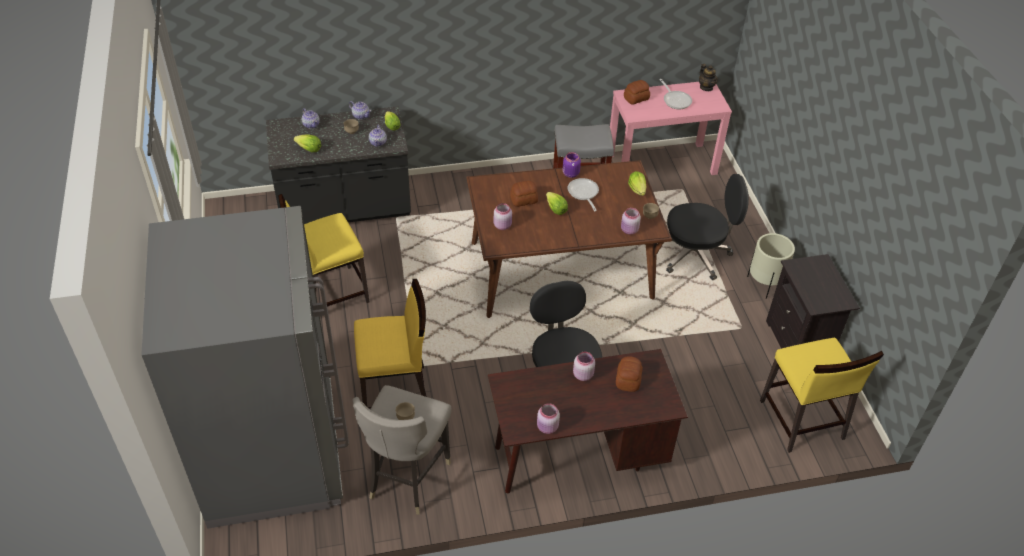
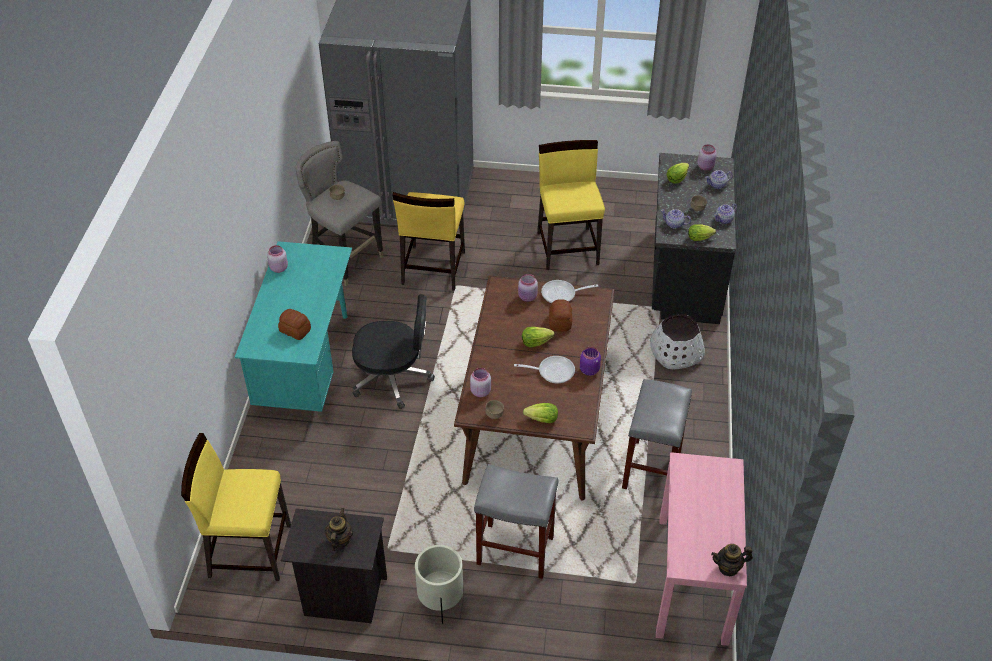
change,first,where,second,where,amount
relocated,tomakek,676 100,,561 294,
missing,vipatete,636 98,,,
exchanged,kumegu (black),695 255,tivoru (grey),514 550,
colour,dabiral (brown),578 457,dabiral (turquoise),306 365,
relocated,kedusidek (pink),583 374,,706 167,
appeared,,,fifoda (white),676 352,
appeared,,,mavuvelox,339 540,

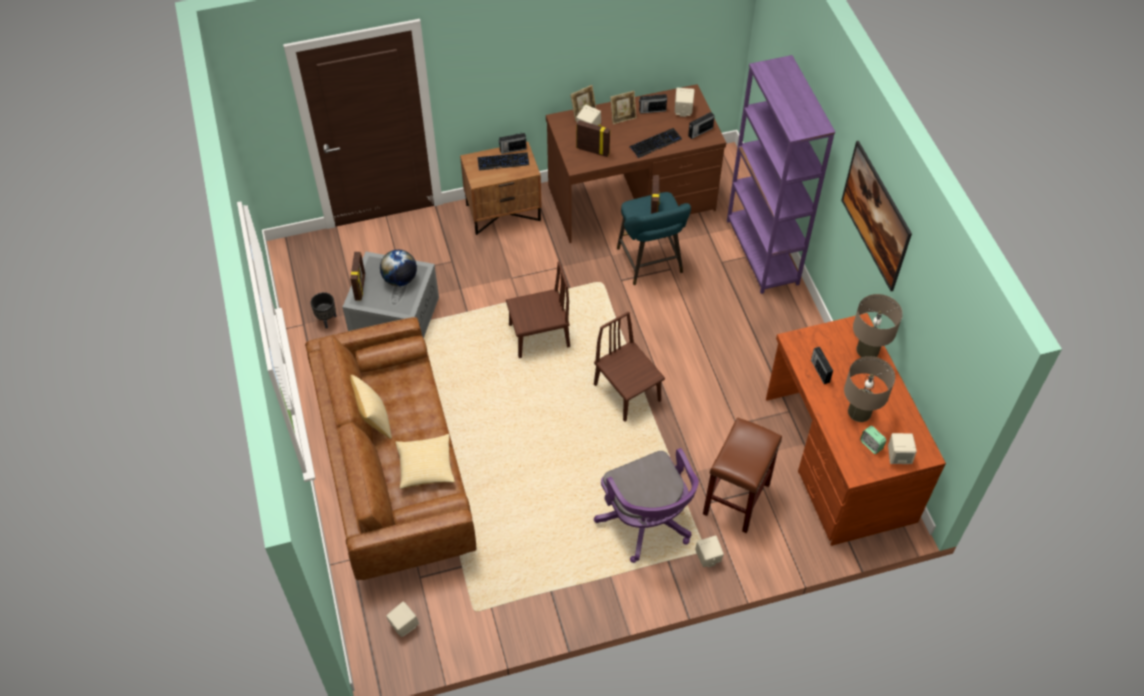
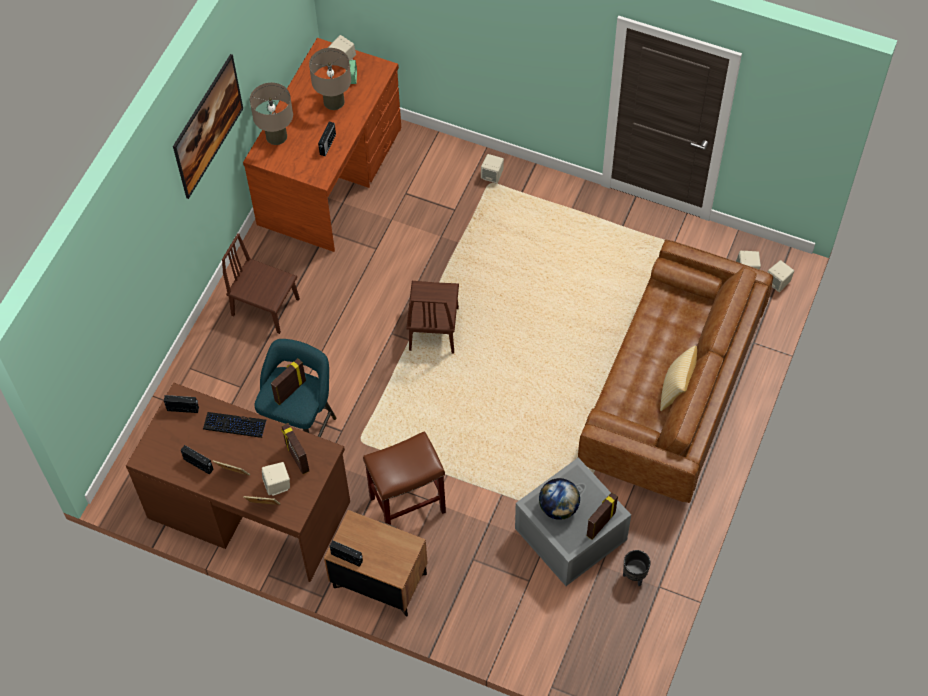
change,first,where,second,where,amount
missing,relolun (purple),762 252,,,
relocated,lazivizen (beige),683 110,,777 283,
missing,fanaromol,503 162,,,
relocated,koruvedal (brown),539 336,,265 307,
relocated,tivoru (brown),736 498,,406 505,
missing,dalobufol,425 467,,,
missing,kumegu (purple),647 523,,,

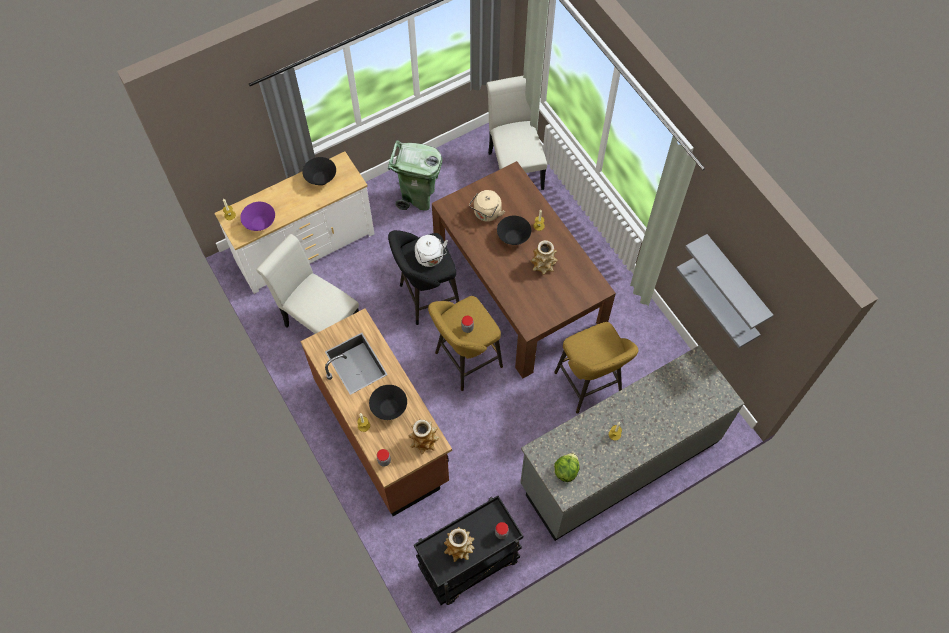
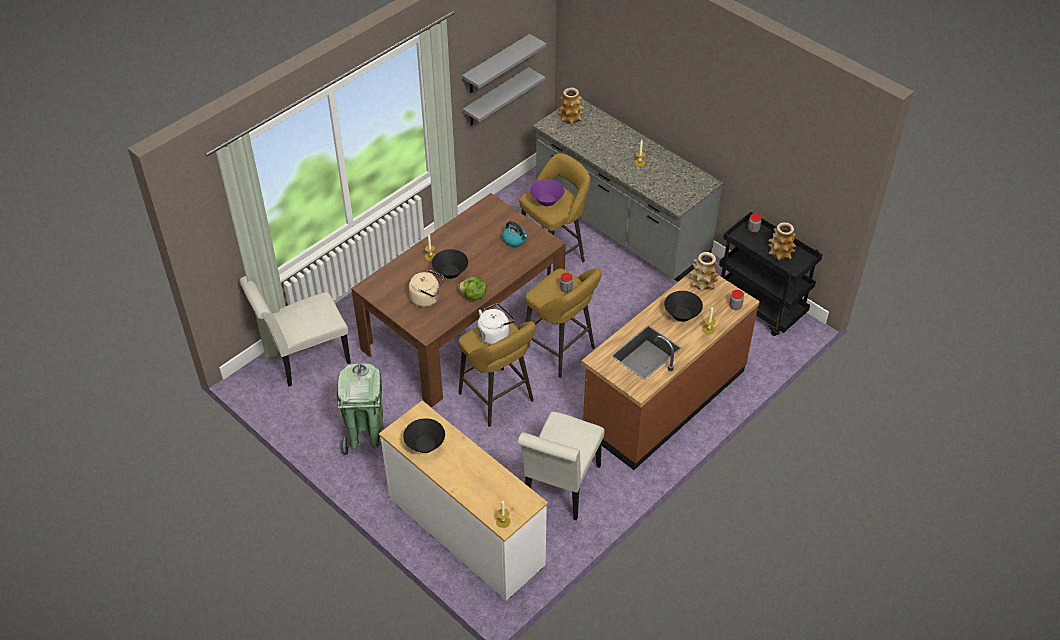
change,first,where,second,where,amount
relocated,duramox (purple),260 223,,547 201,
colour,tivoru (black),426 298,tivoru (yellow),498 400,
relocated,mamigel,543 265,,571 118,
relocated,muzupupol,566 471,,473 296,
appeared,,,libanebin,515 240,

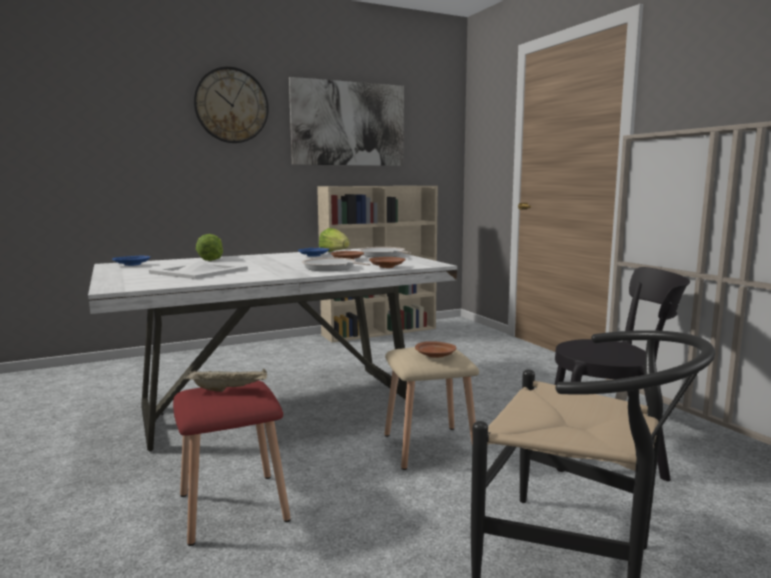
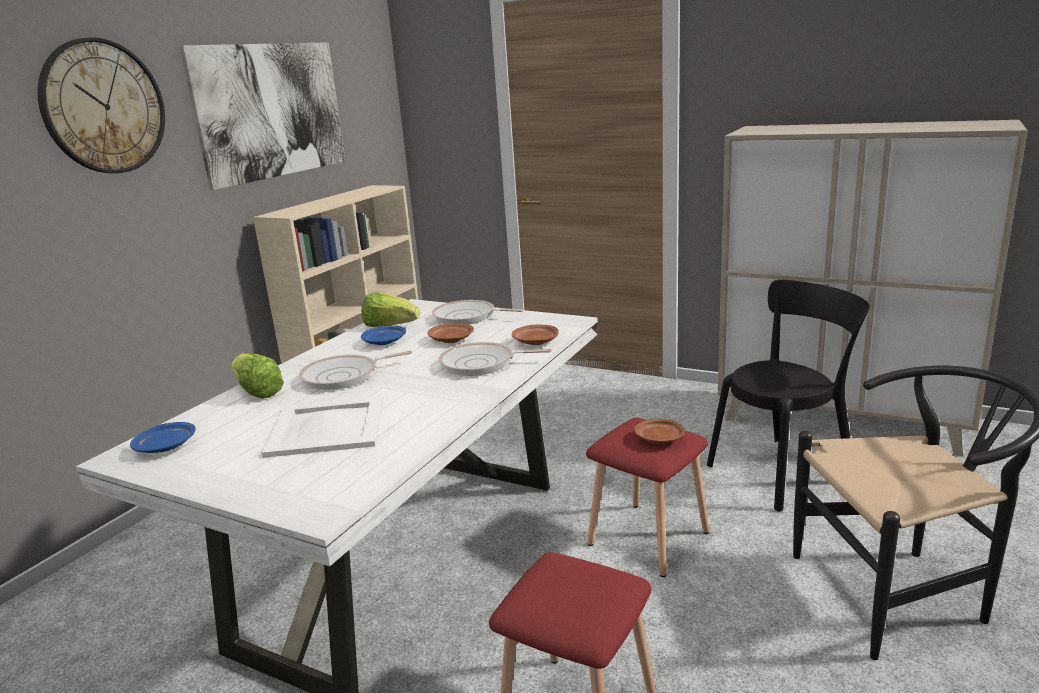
change,first,where,second,where,amount
colour,tivoru (beige),428 447,tivoru (red),648 539,
missing,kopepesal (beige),229 389,,,
appeared,,,tomakek,344 376,

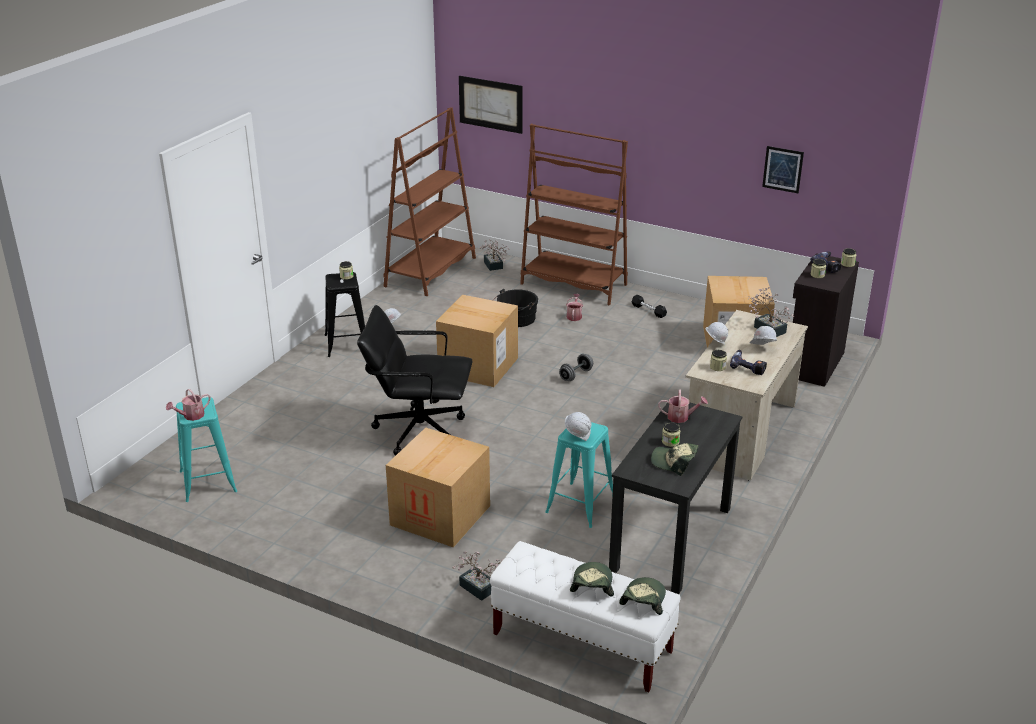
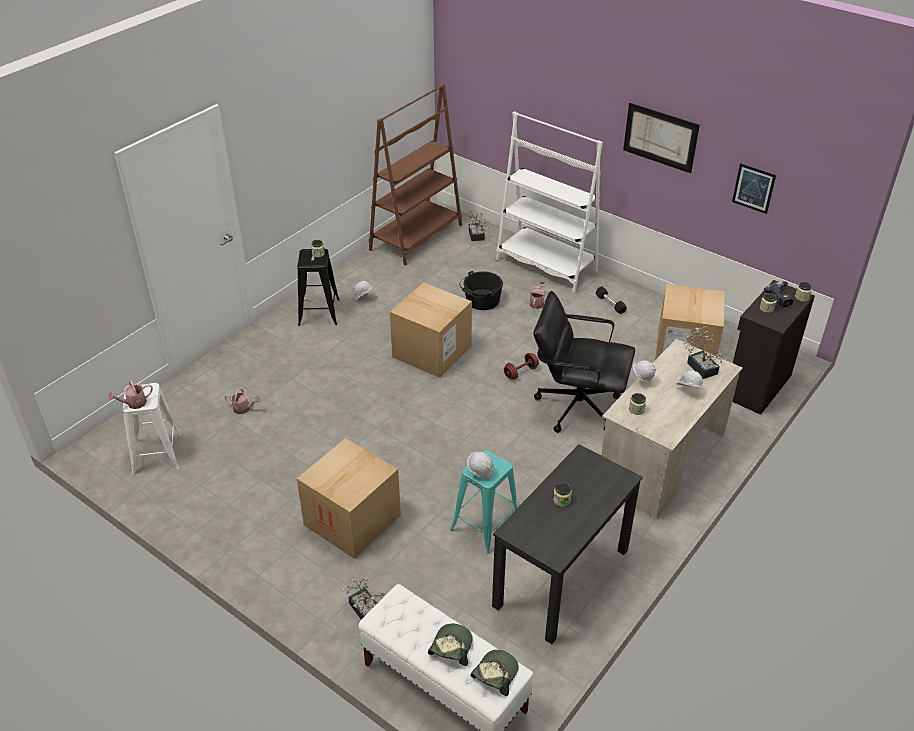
change,first,where,second,where,amount
relocated,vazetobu,490 104,,660 137,
colour,relolun (brown),573 284,relolun (white),546 265,
relocated,kumegu (black),419 430,,577 406,
missing,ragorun,748 367,,,
colour,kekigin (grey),576 375,kekigin (red),520 372,
relocated,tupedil,681 417,,244 409,
colour,tivoru (turquoise),208 481,tivoru (white),157 454,
missing,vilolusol,674 462,,,

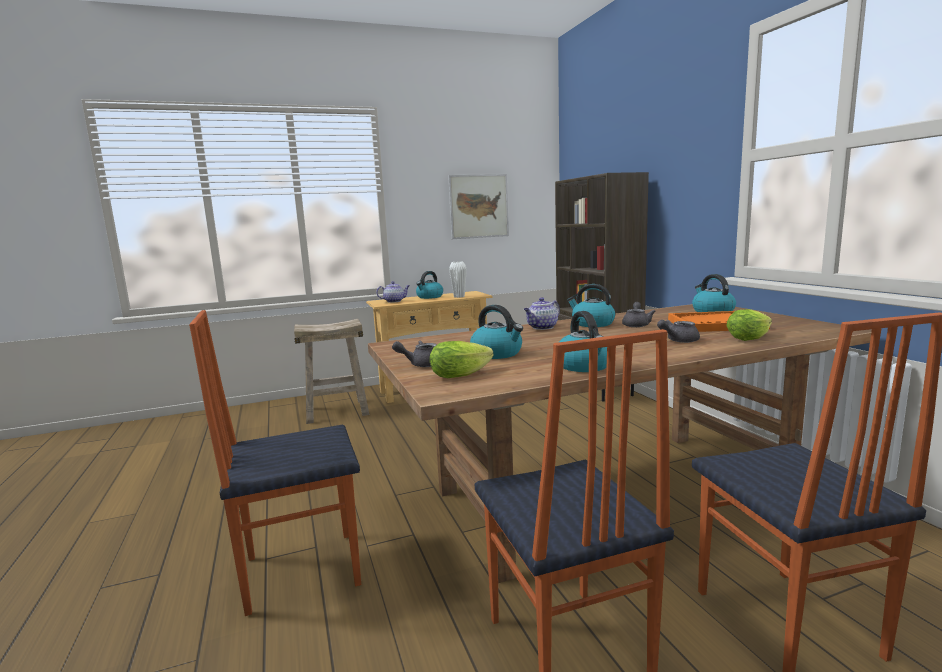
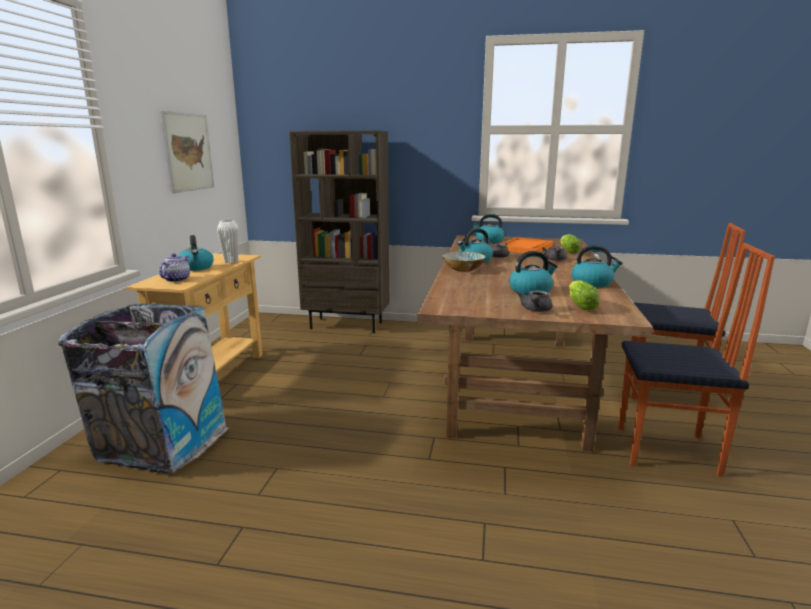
change,first,where,second,where,amount
exchanged,mavuvelox,542 327,duramox,463 269,
missing,koruvedal,301 570,,,
exchanged,tivoru (beige),337 411,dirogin,160 445,

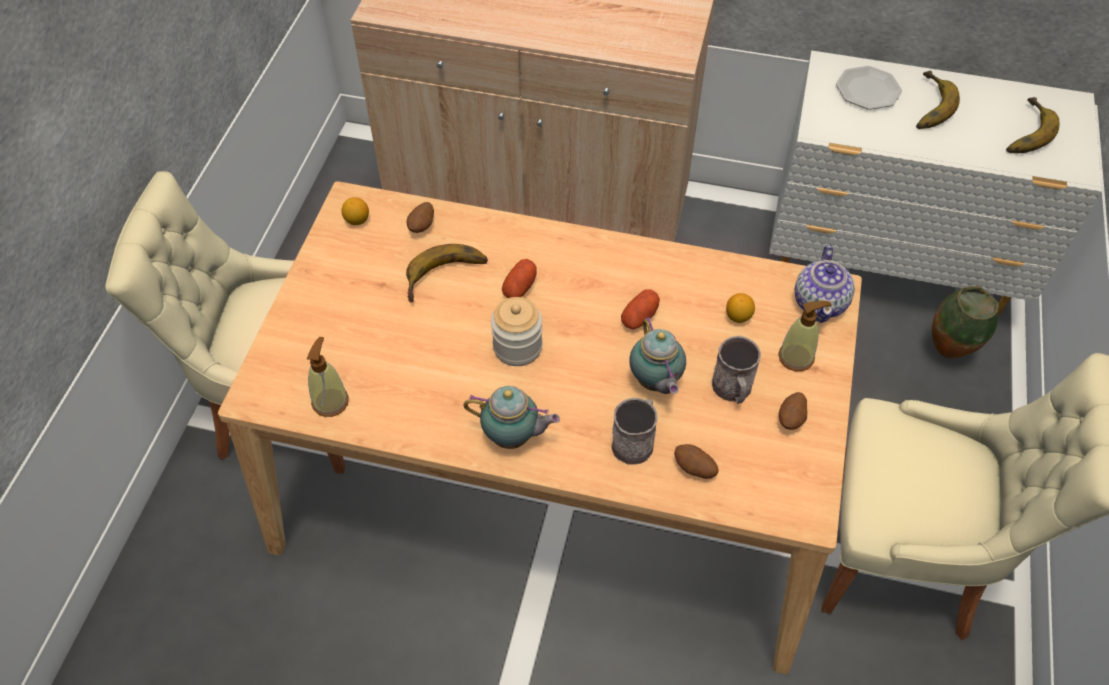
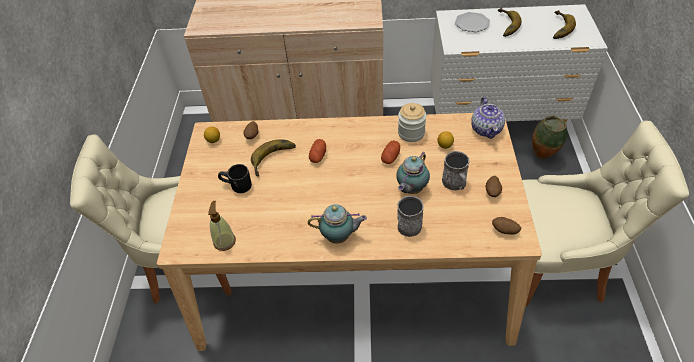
change,first,where,second,where,amount
relocated,kedusidek,517 347,,411 133,
missing,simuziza,796 357,,,
spun,mavuvelox,655 383,,411 189,60 degrees clockwise
relocated,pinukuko,694 469,,504 231,
appeared,,,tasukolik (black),237 187,

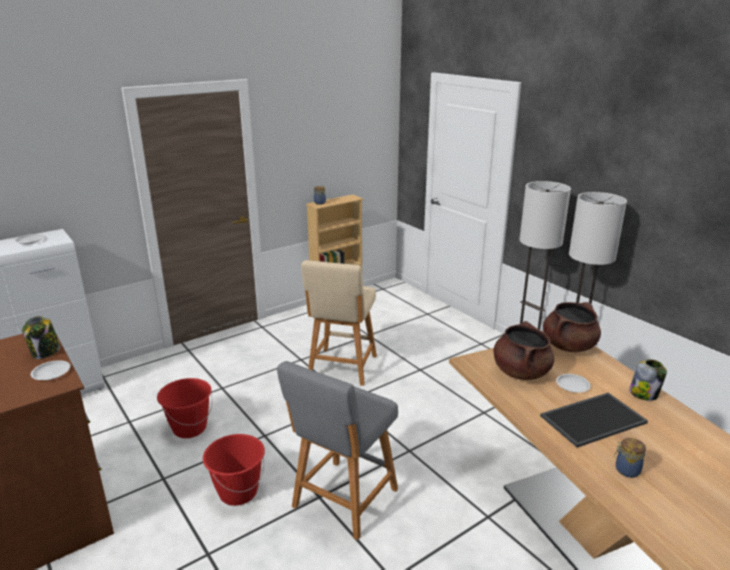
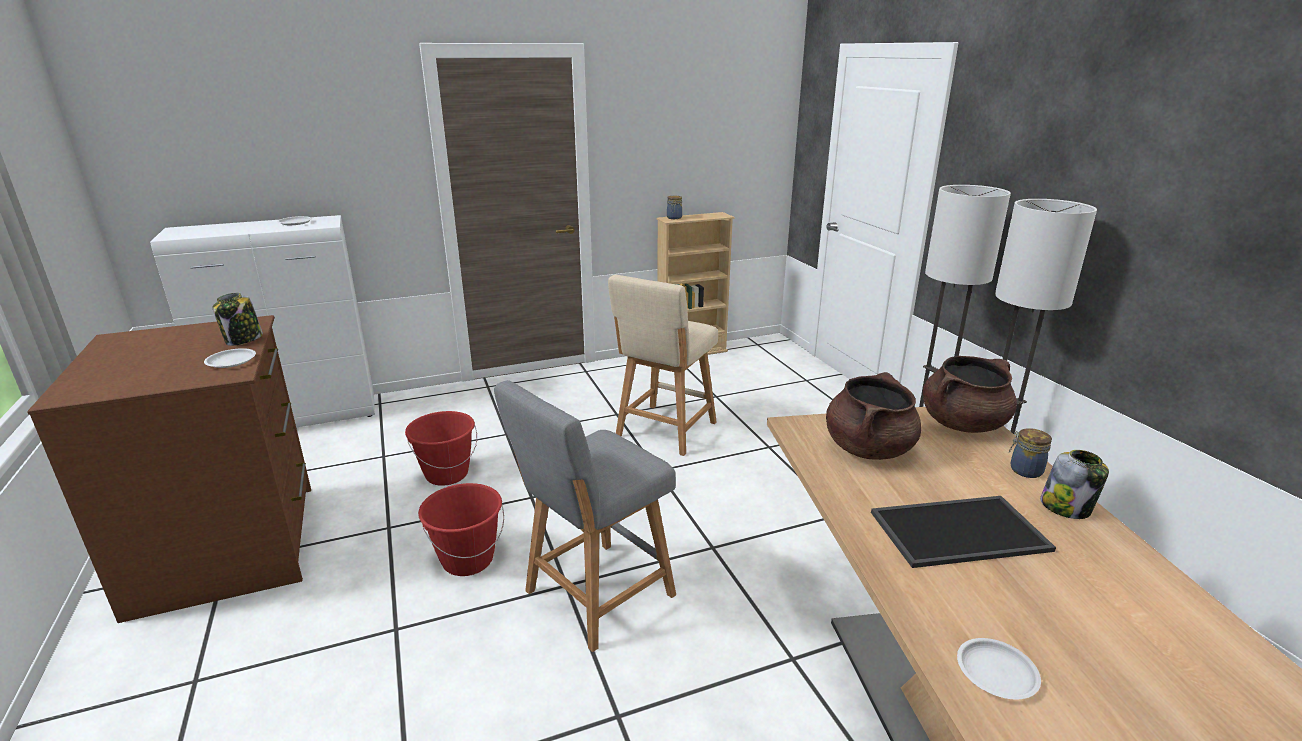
change,first,where,second,where,amount
relocated,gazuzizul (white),573 385,,997 672,
relocated,kedusidek,626 470,,1024 470,

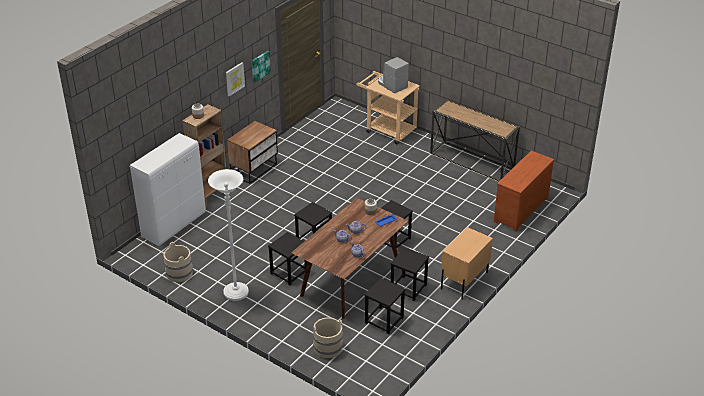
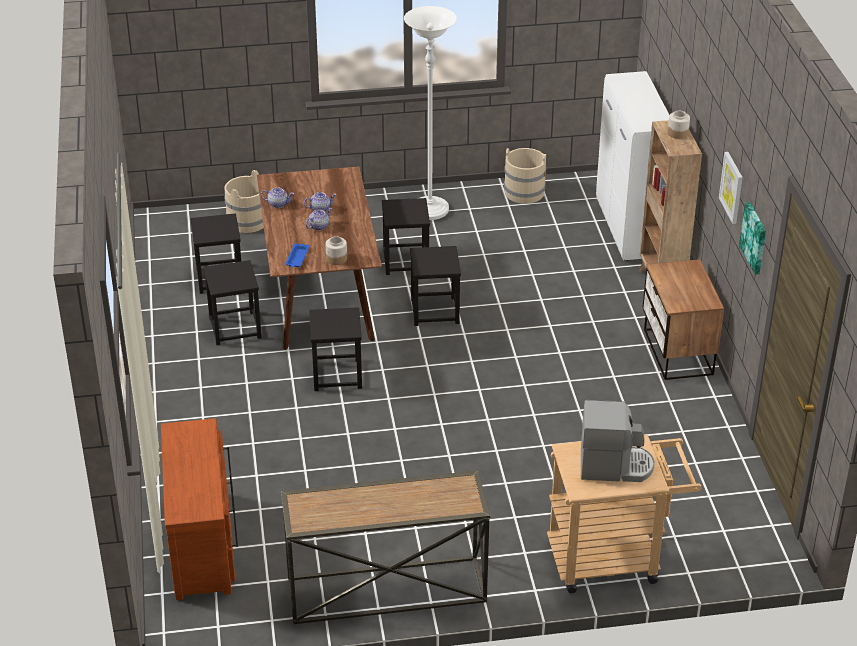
change,first,where,second,where,amount
missing,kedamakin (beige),464 280,,,

